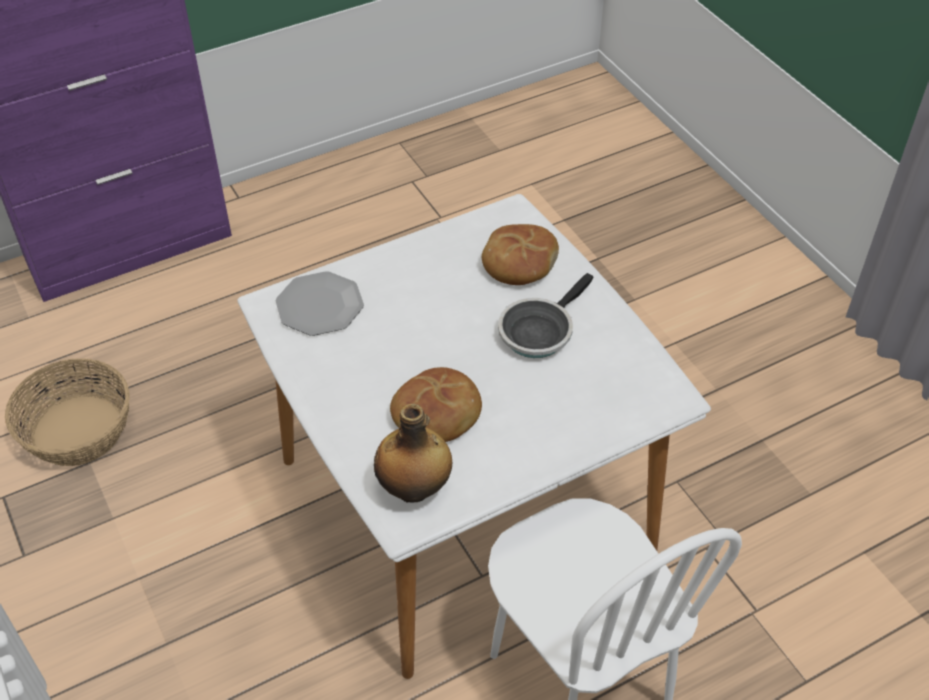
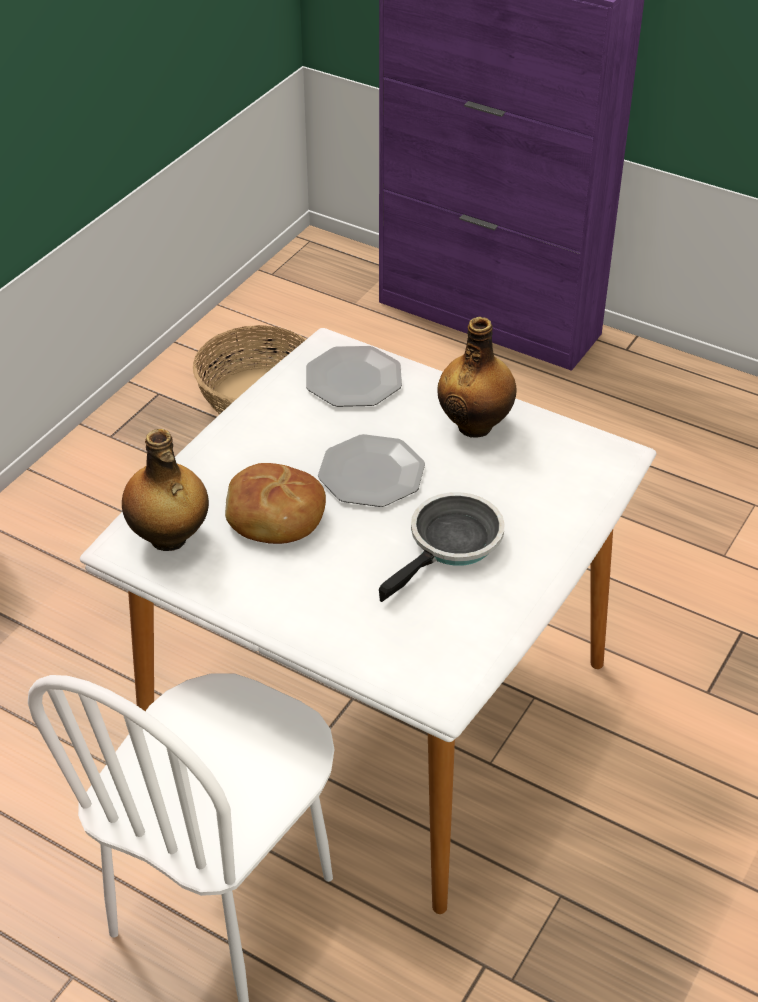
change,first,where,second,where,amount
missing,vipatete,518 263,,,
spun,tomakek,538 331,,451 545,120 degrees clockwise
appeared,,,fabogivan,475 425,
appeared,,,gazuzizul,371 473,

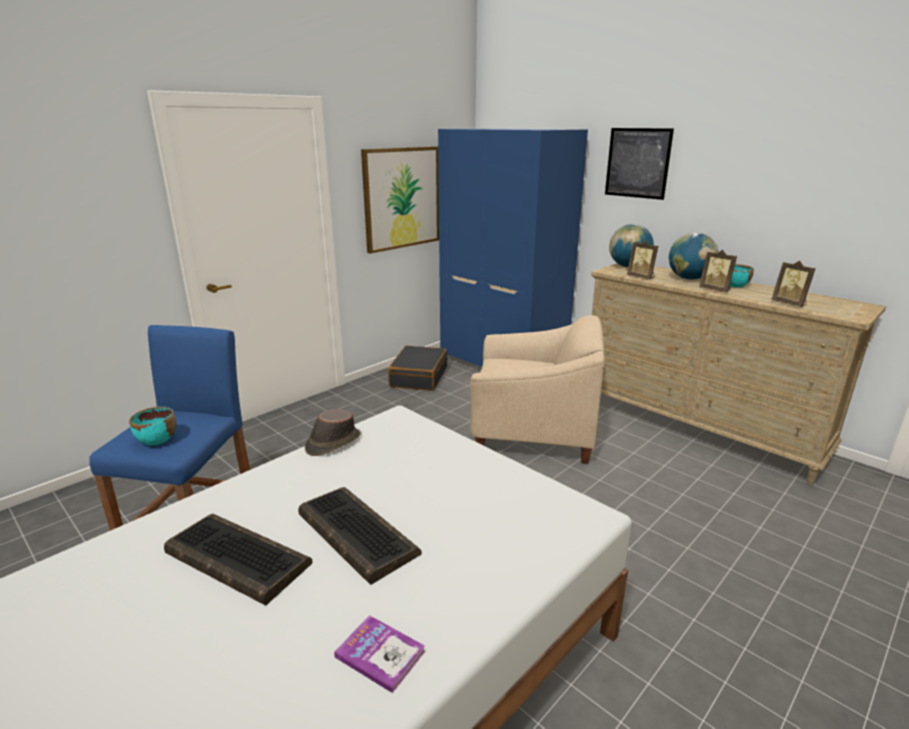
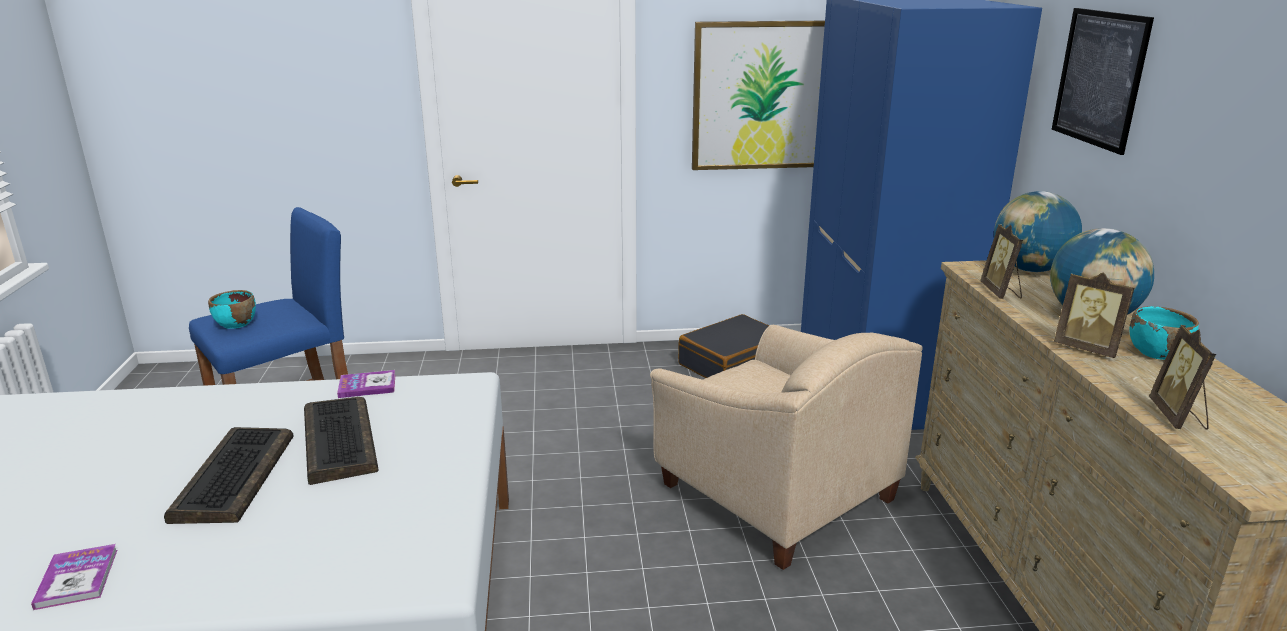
change,first,where,second,where,amount
spun,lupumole,715 290,,1087 348,45 degrees counterclockwise
exchanged,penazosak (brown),332 443,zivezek,367 386,
relocated,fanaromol,235 558,,338 440,

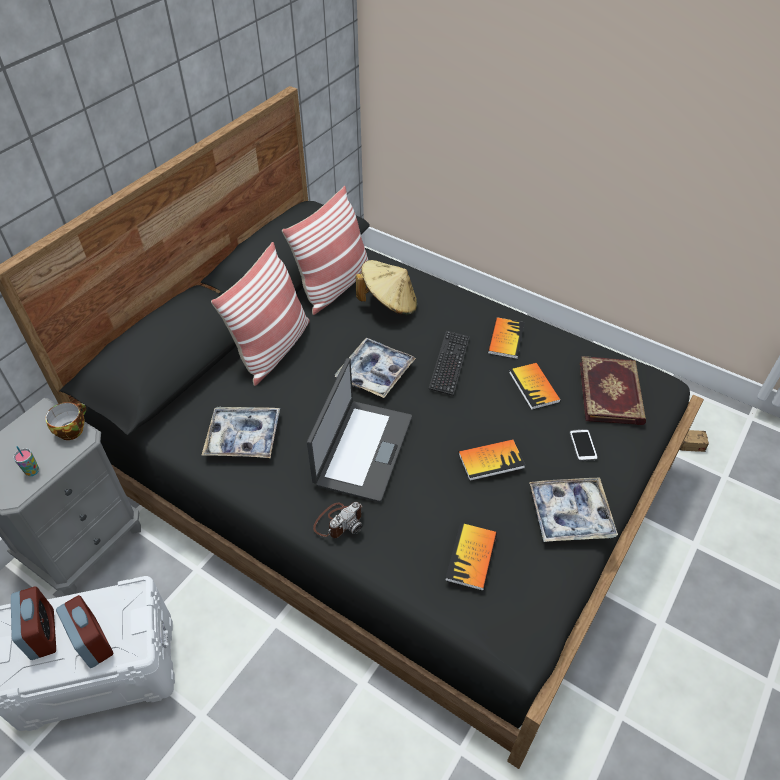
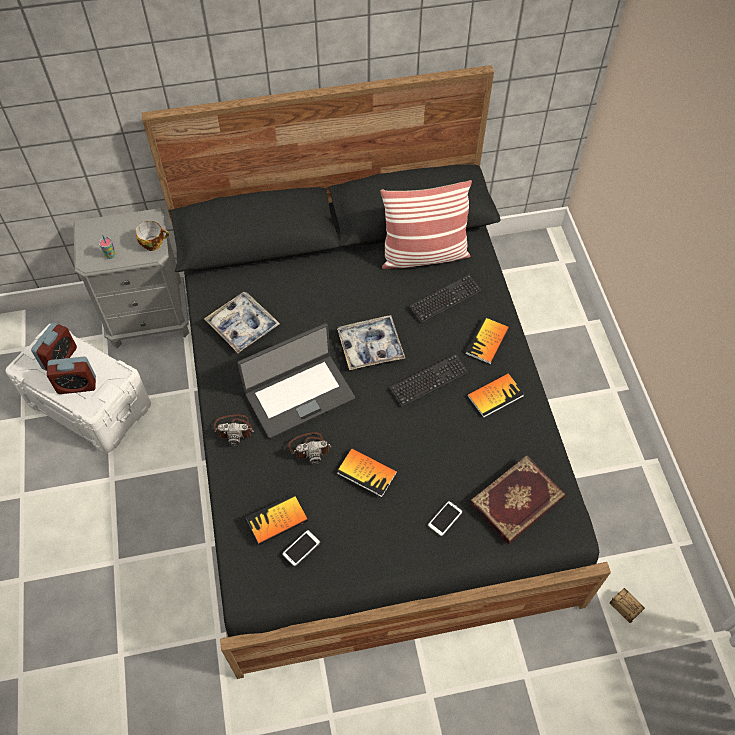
change,first,where,second,where,amount
missing,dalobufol,273 349,,,
exchanged,penazosak (beige),389 304,fanaromol,445 300,
relocated,zivezek,534 387,,487 341,
missing,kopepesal,570 514,,,
spun,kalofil,93 642,,77 385,75 degrees clockwise
appeared,,,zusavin,310 447,
appeared,,,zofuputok,301 548,

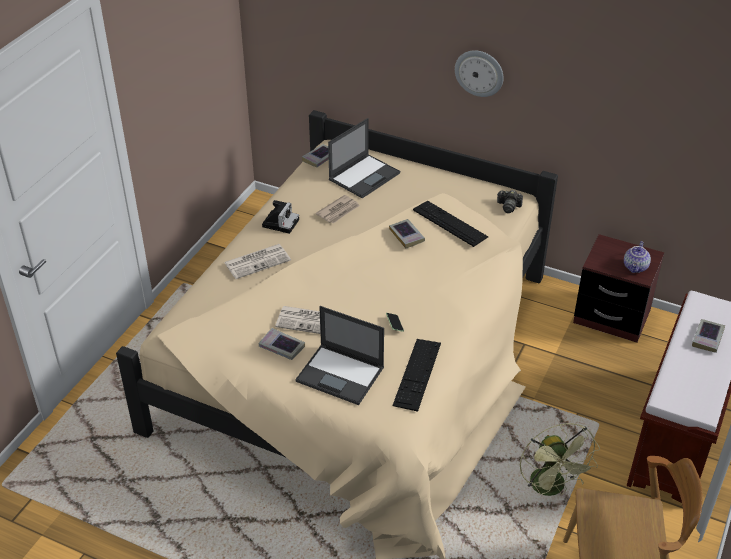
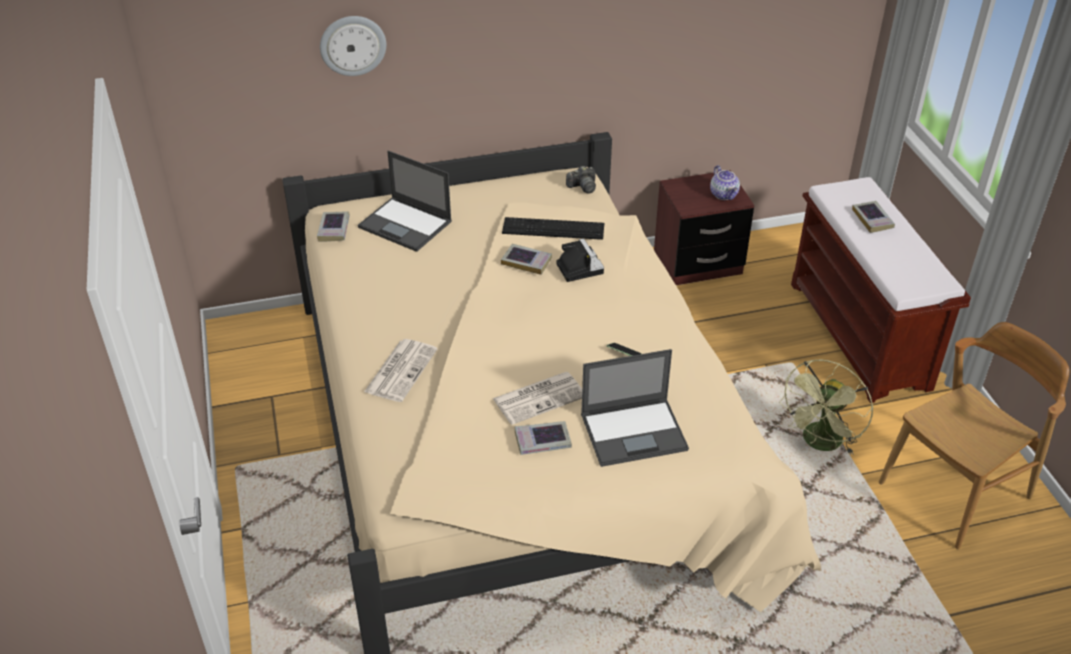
change,first,where,second,where,amount
relocated,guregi,479 73,,352 45,
spun,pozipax,364 176,,406 224,120 degrees clockwise
missing,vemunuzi,338 211,,,
relocated,zusavin,280 222,,578 267,
missing,fanaromol,417 374,,,
spun,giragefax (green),552 489,,820 444,90 degrees clockwise

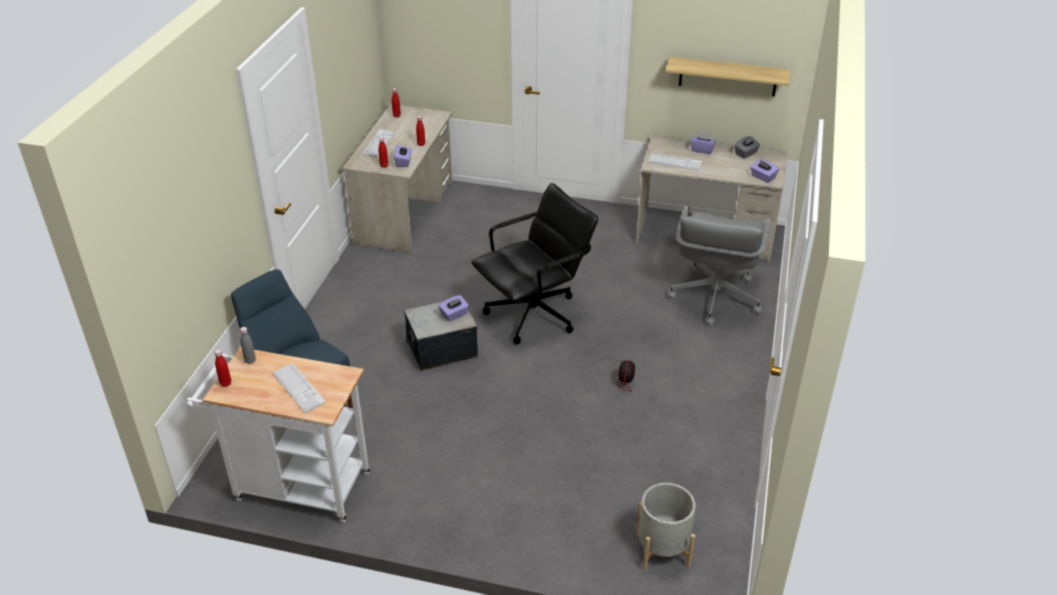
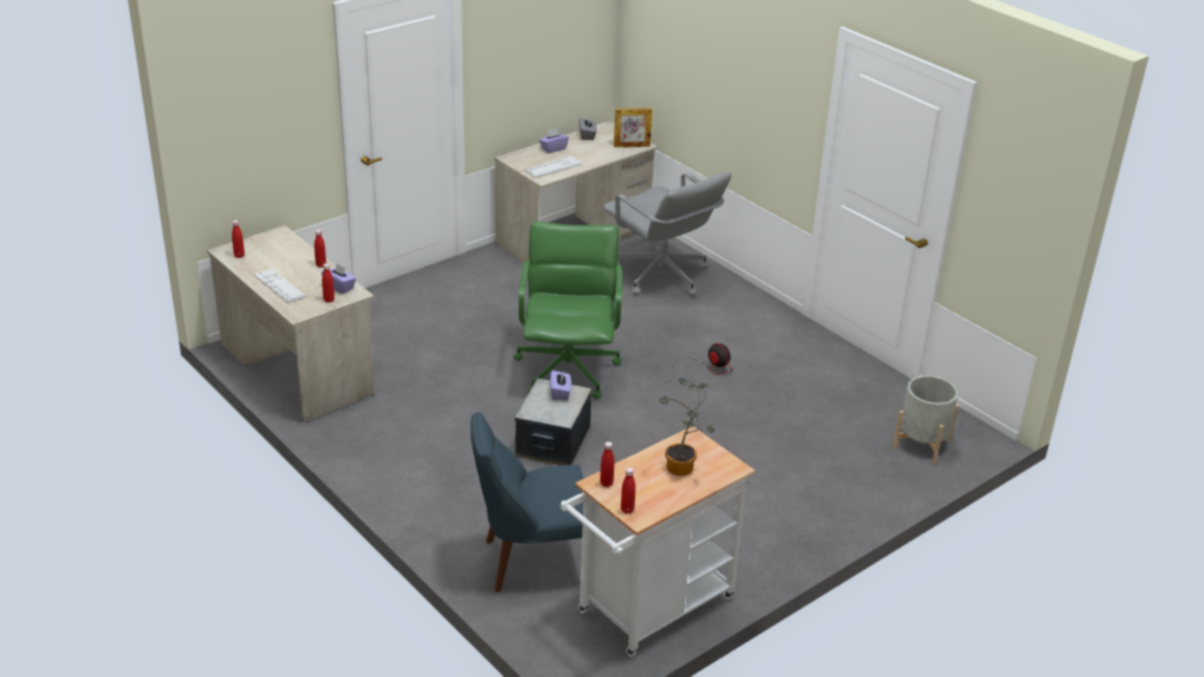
change,first,where,second,where,amount
missing,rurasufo,728 76,,,
exchanged,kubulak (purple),763 177,lupumole,631 146,
colour,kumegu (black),534 315,kumegu (green),568 370,
colour,fabogivan (grey),250 360,fabogivan (red),606 483,
exchanged,fanaromol,299 388,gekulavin,682 470,

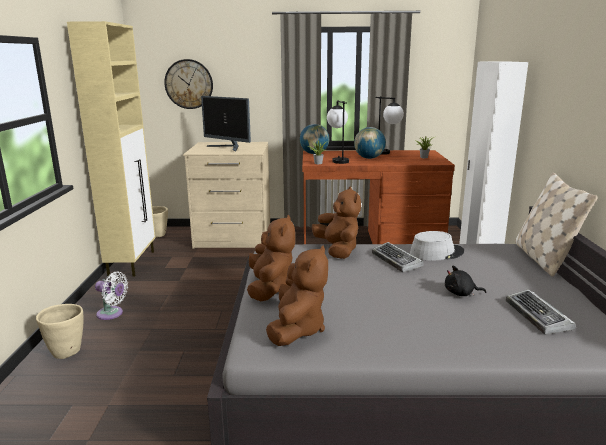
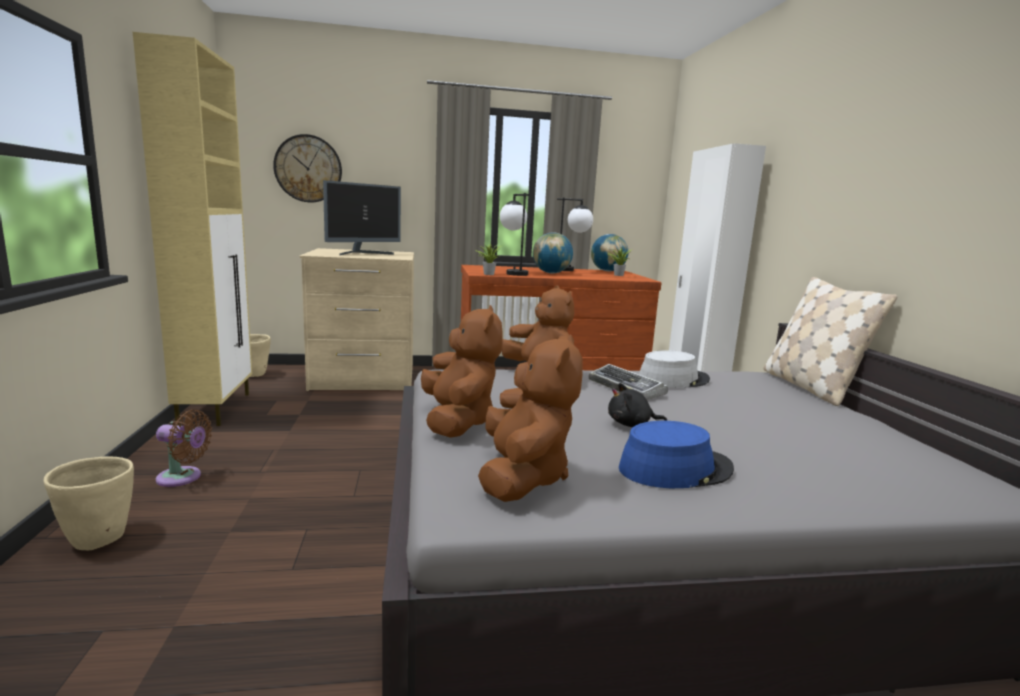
change,first,where,second,where,amount
spun,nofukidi,228 148,,362 253,75 degrees counterclockwise
relocated,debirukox,314 154,,607 271,
relocated,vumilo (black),461 293,,632 425,
colour,giragefax (white),112 314,giragefax (brown),183 478,
missing,fanaromol,538 317,,,
appeared,,,penazosak (blue),675 469,

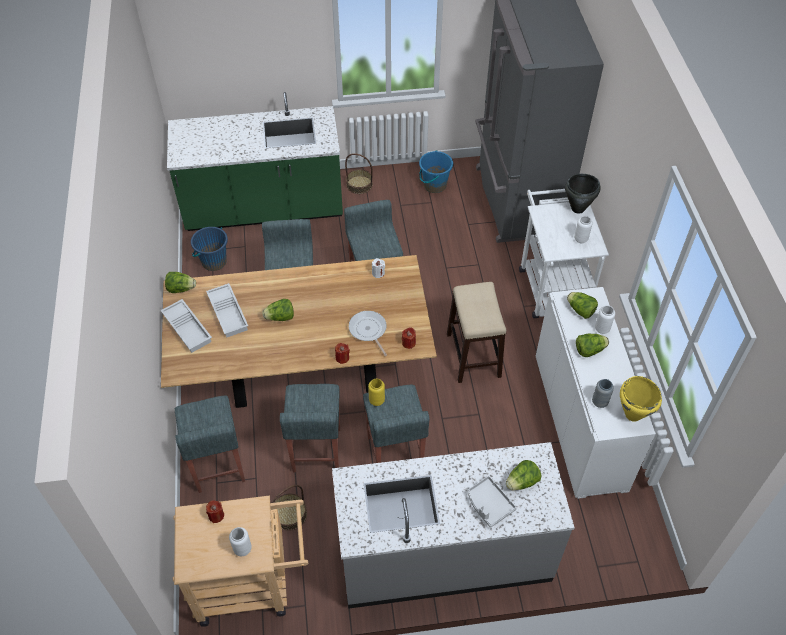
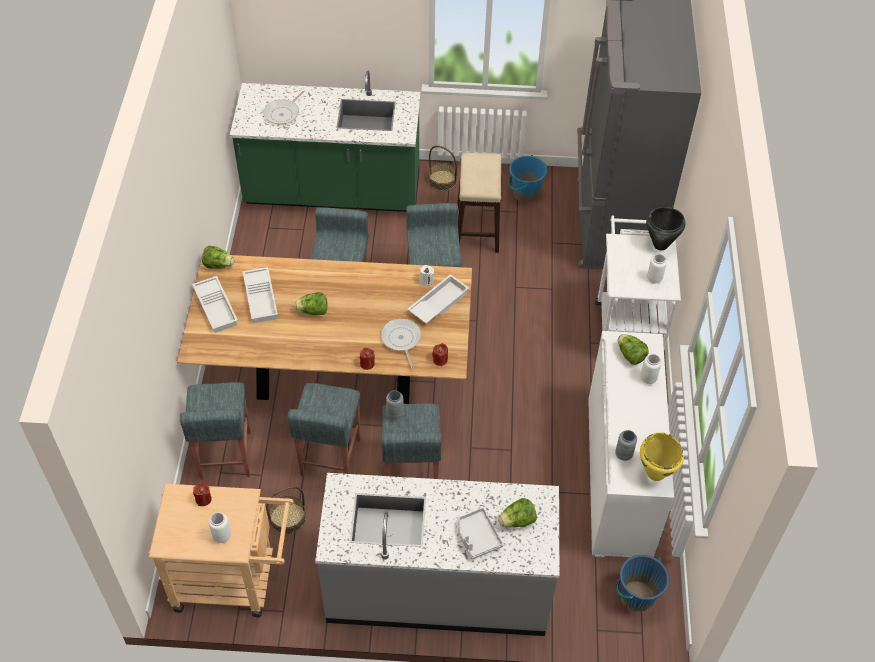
change,first,where,second,where,amount
relocated,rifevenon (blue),214 262,,637 596,
relocated,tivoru,473 356,,477 230,
missing,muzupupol,589 350,,,
colour,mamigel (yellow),376 400,mamigel (grey),395 414,
appeared,,,tomakek,283 113,
appeared,,,kopepesal (white),438 302,

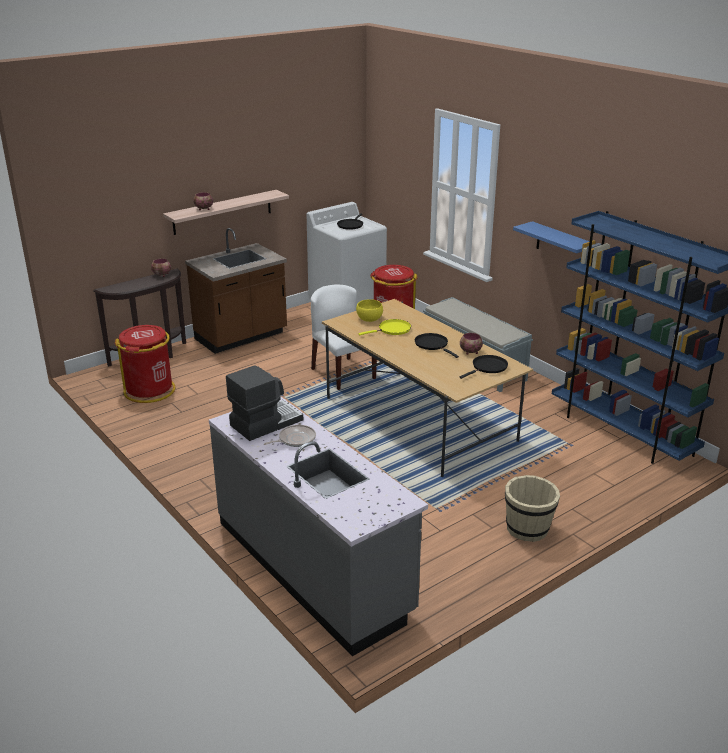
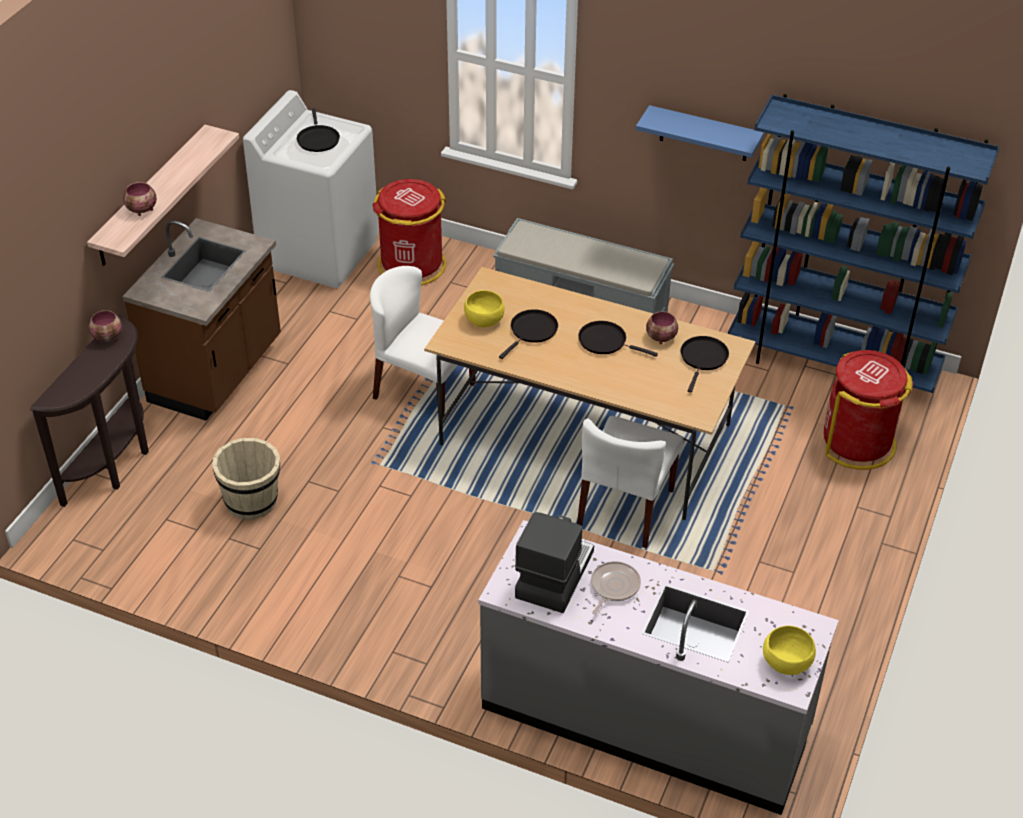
change,first,where,second,where,amount
colour,tomakek (yellow),392 330,tomakek (black),532 331,
relocated,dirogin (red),150 390,,858 443,
relocated,rifevenon (beige),528 529,,252 501,
appeared,,,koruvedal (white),626 509,
appeared,,,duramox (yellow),786 662,

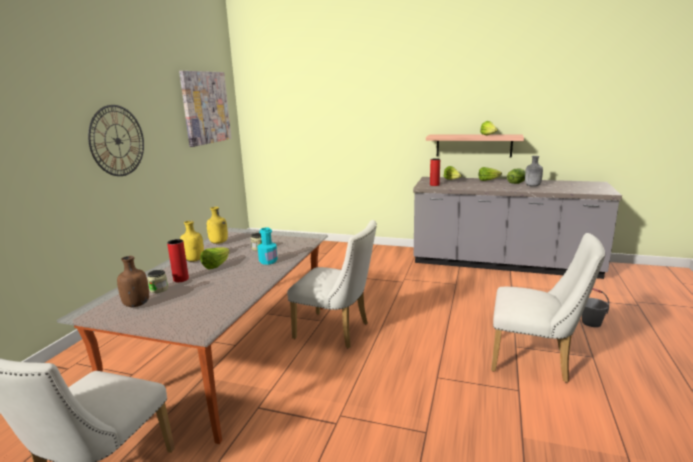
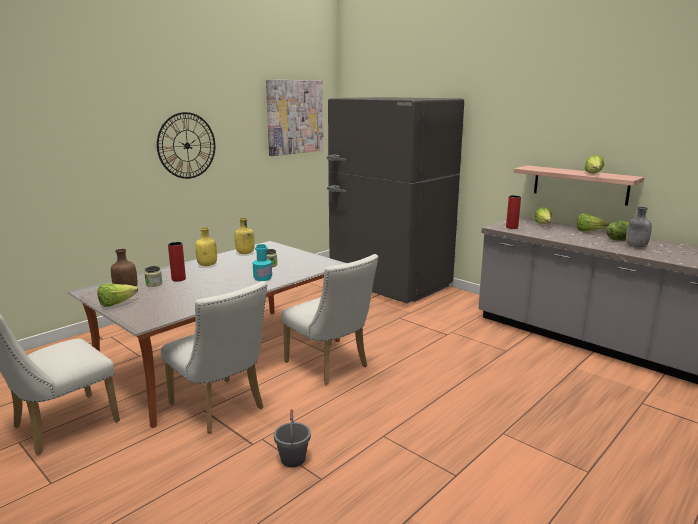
change,first,where,second,where,amount
relocated,koruvedal (white),536 361,,221 409,
relocated,muzupupol,216 266,,116 304,
relocated,rifevenon (grey),591 323,,293 459,
appeared,,,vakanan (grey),390 285,

